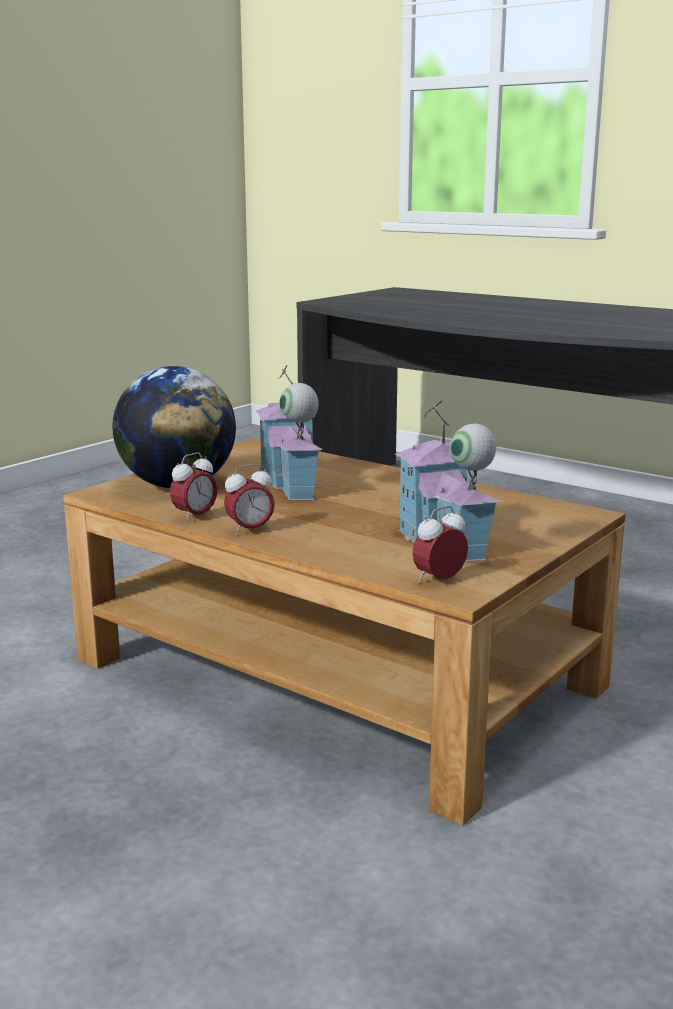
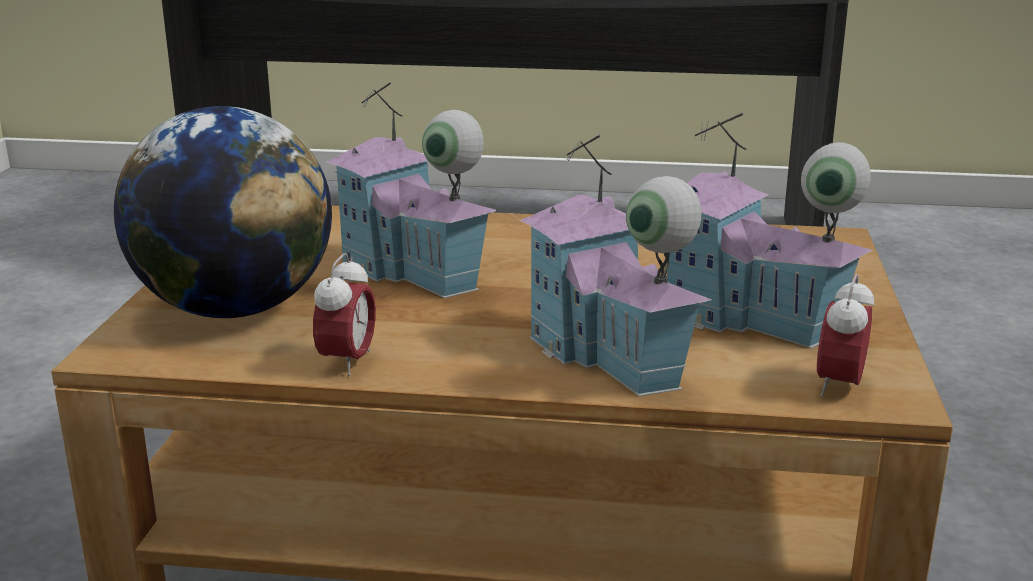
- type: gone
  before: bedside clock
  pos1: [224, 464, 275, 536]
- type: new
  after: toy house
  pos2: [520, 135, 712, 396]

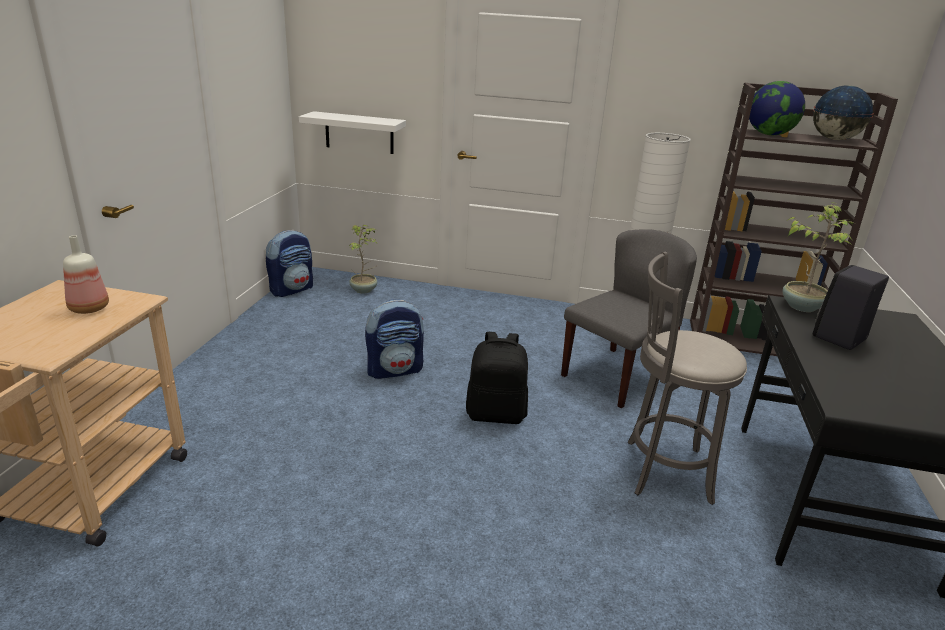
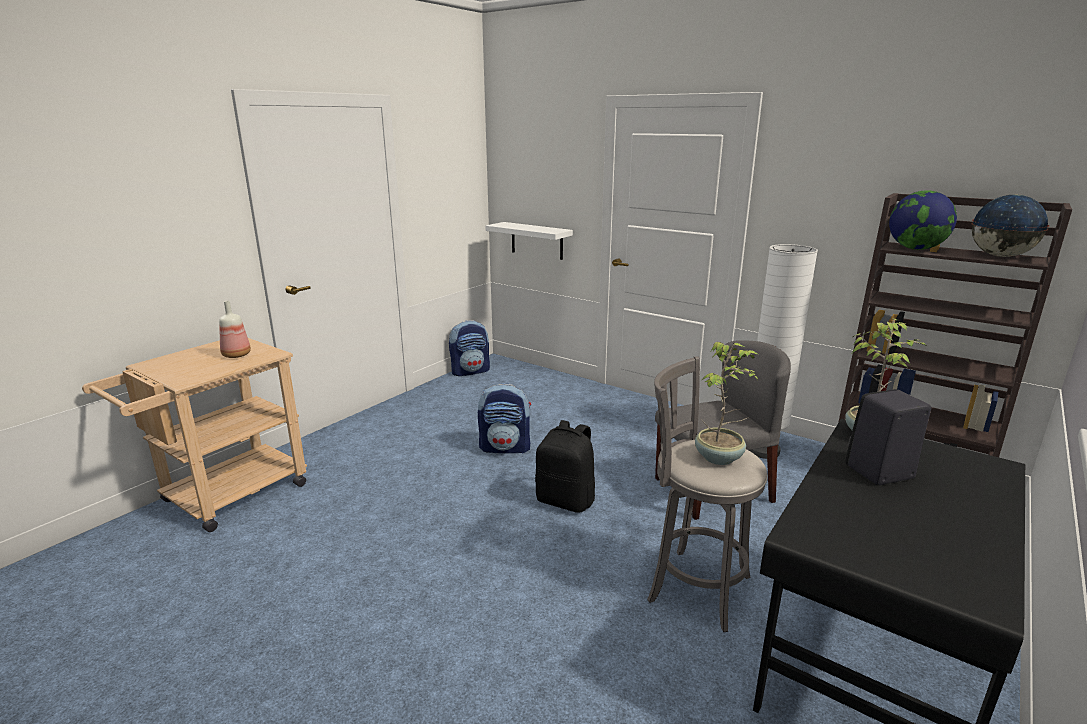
- type: shifted
  before: plant in a pot
  pos1: [348, 225, 377, 294]
  pos2: [695, 342, 760, 465]

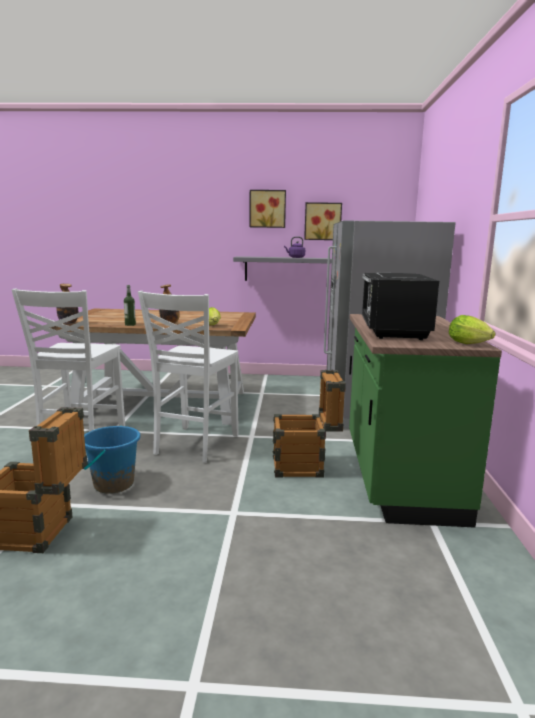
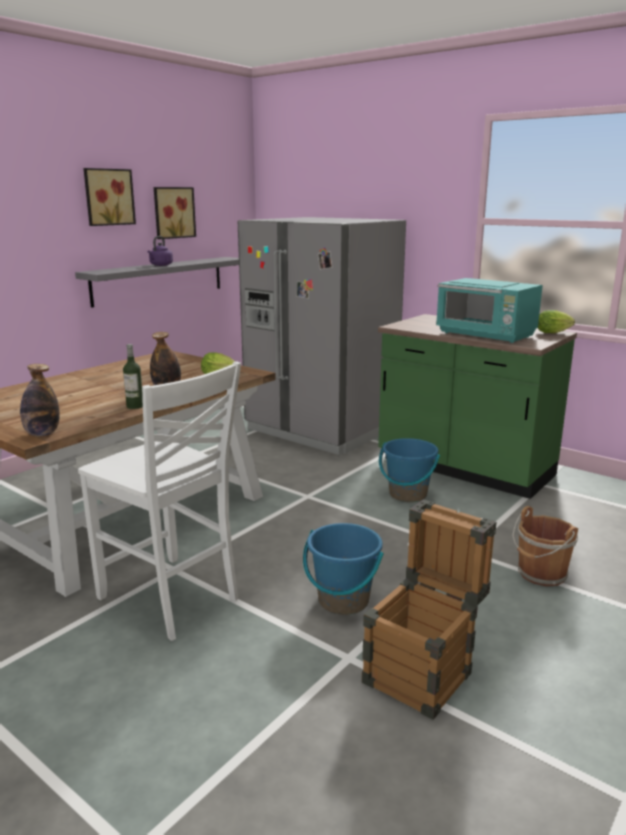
- type: gone
  before: whitish plain chair
  pos1: [138, 291, 239, 463]
- type: new
  after: brown water bucket
  pos2: [512, 506, 578, 586]
- type: swapped
  before: packing crate
  after: blue water bucket
  pos1: [273, 370, 346, 478]
  pos2: [379, 438, 440, 502]
- type: repainted
  before: black-coloured microwave
  after: blue-green microwave
  pos1: [362, 273, 439, 340]
  pos2: [436, 278, 543, 343]

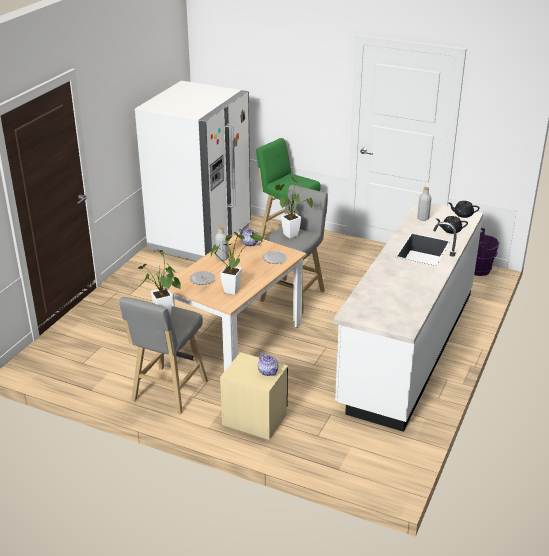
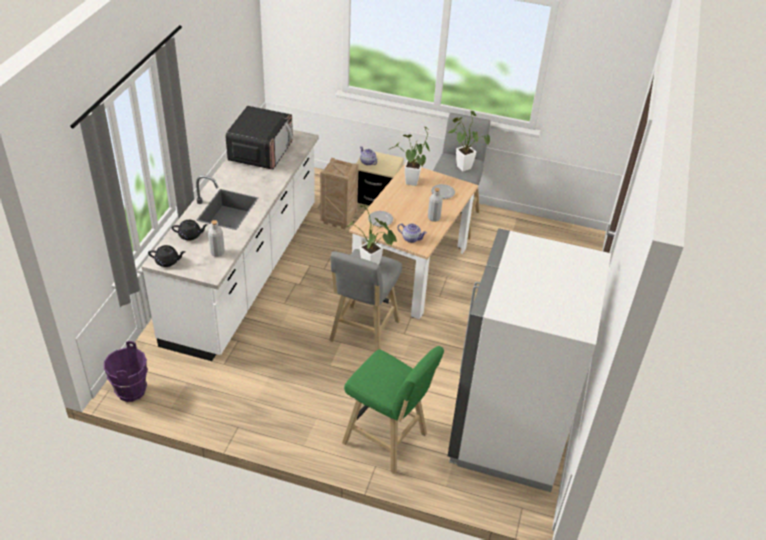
- type: new
  after: microwave
  pos2: [226, 106, 293, 170]
- type: new
  after: packing crate
  pos2: [320, 158, 359, 229]

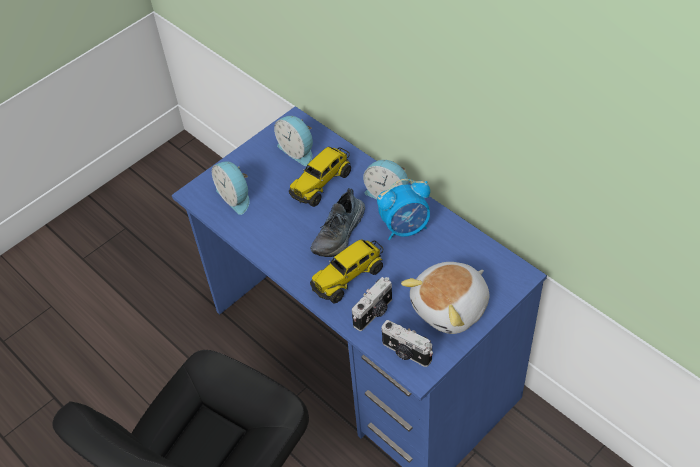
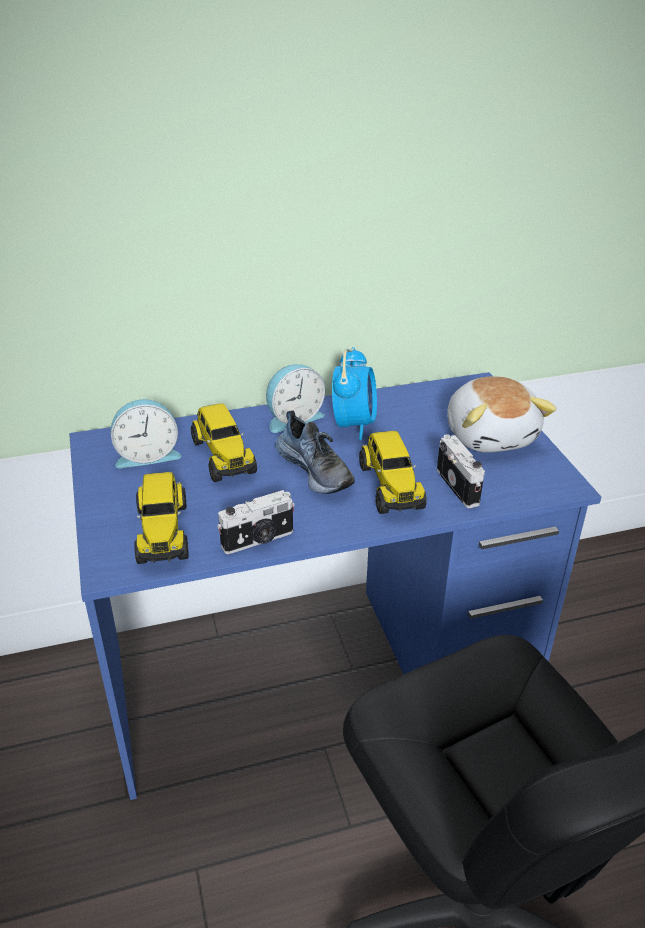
- type: shifted
  before: photo camera
  pos1: [381, 320, 433, 367]
  pos2: [217, 490, 295, 554]
- type: swapped
  before: bedside clock
  after: toy lorry
  pos1: [212, 161, 249, 215]
  pos2: [134, 472, 189, 564]

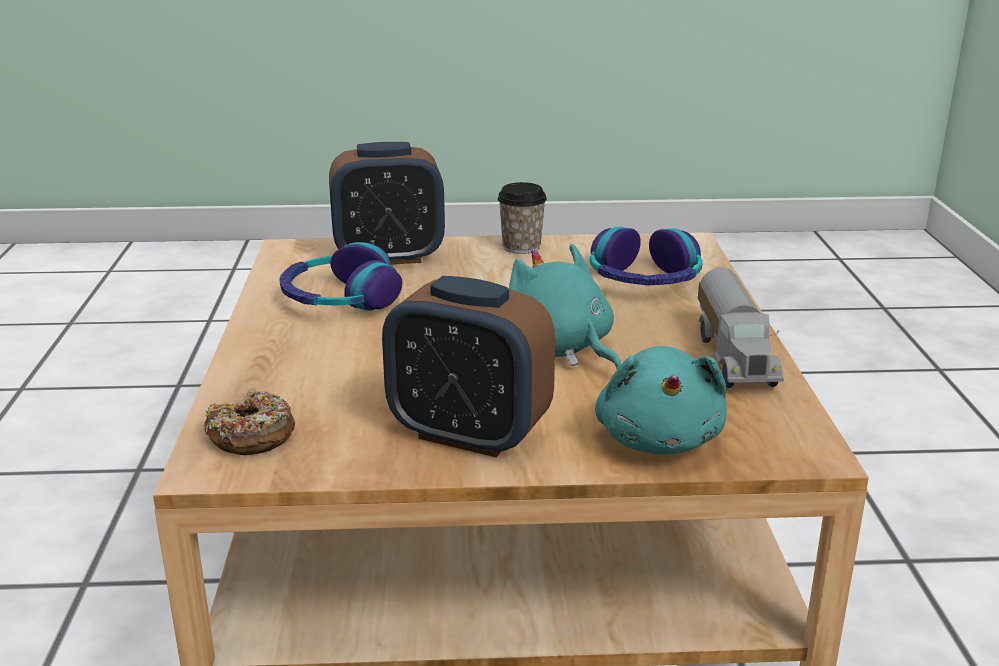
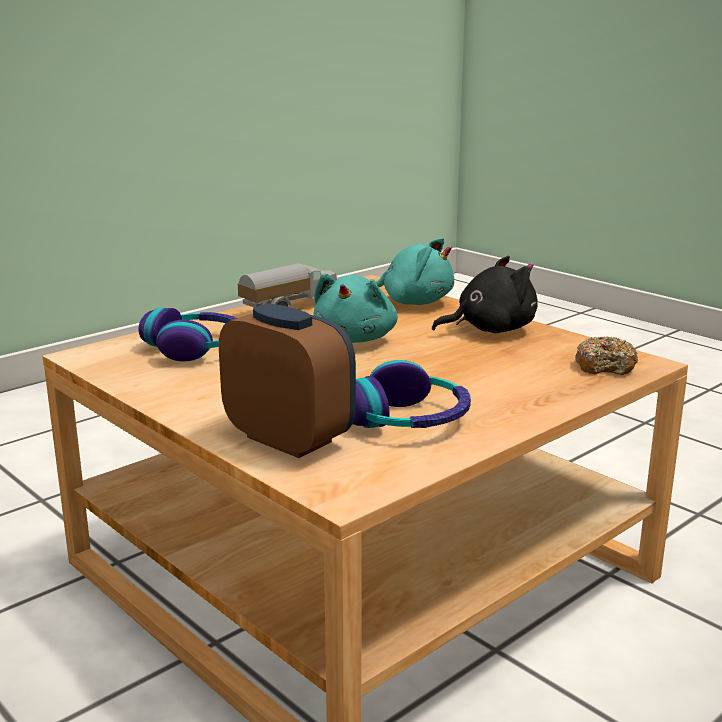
- type: gone
  before: cup
  pos1: [498, 182, 547, 254]
- type: swapped
  before: bedside clock
  after: black-coloured cuddly toy
  pos1: [382, 276, 555, 457]
  pos2: [432, 256, 538, 333]
- type: rotated
  before: blue-green cuddly toy
  pos1: [595, 346, 727, 455]
  pos2: [376, 238, 454, 305]
  turn: 60

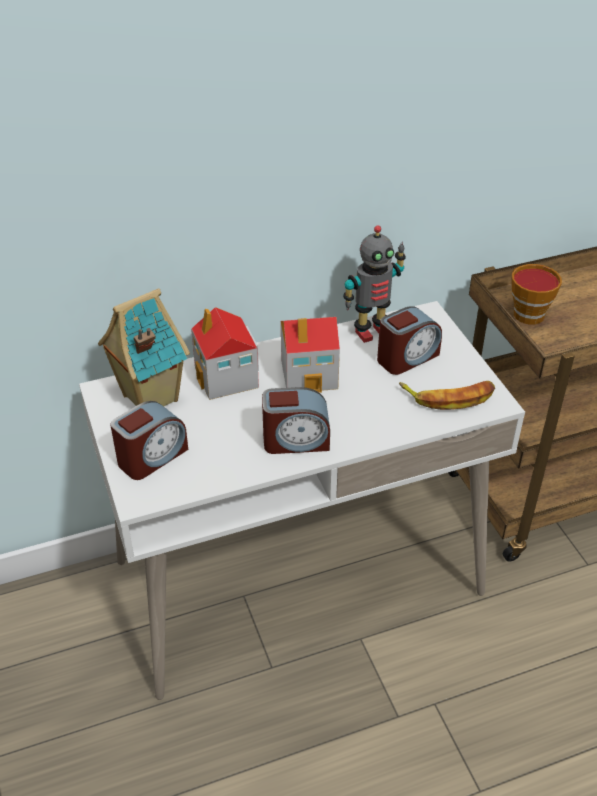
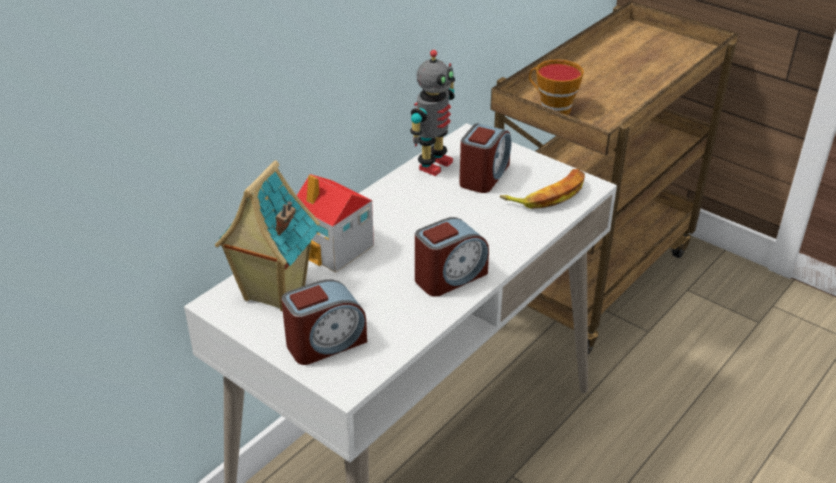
- type: gone
  before: toy house
  pos1: [281, 317, 340, 393]
- type: rotated
  before: bedside clock
  pos1: [111, 401, 188, 480]
  pos2: [281, 279, 367, 365]
  turn: 45

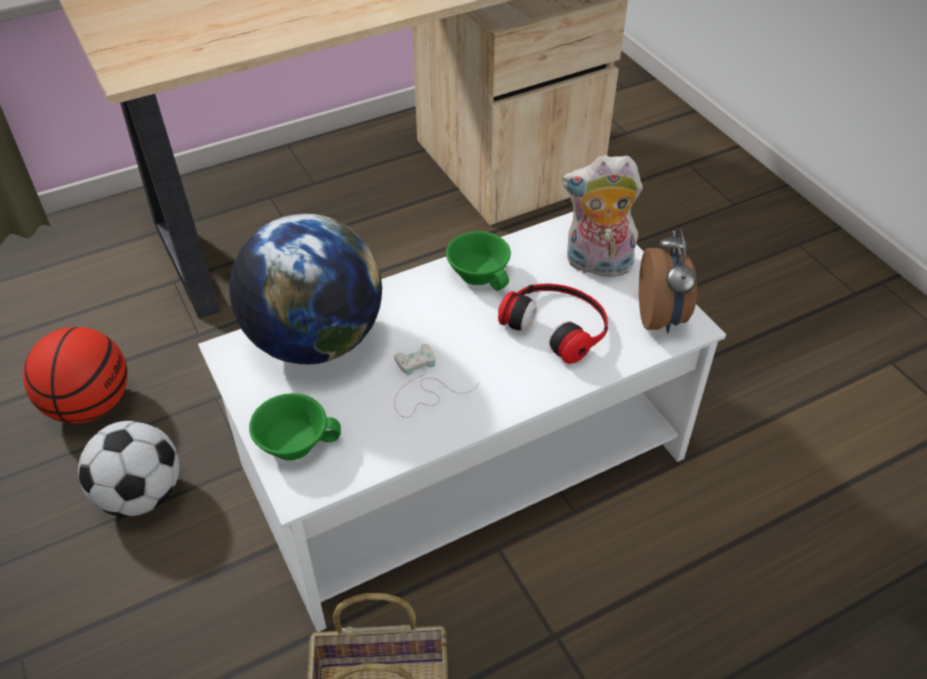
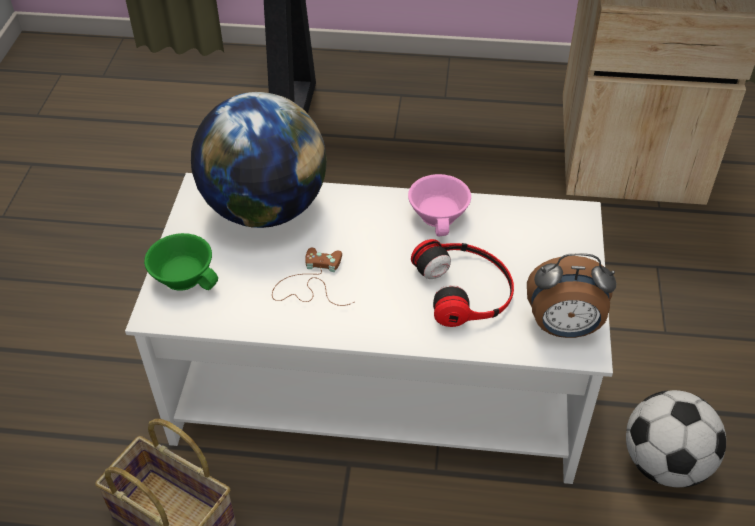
- type: gone
  before: ball for basketball
  pos1: [23, 327, 128, 423]
- type: gone
  before: cuddly toy
  pos1: [562, 155, 643, 277]
- type: shifted
  before: football
  pos1: [78, 420, 179, 517]
  pos2: [626, 390, 726, 487]
- type: repainted
  before: whitish gamepad
  after: brown gamepad
  pos1: [394, 344, 480, 418]
  pos2: [272, 248, 354, 306]
- type: repainted
  before: green-coloured cup
  after: pink-coloured cup
  pos1: [446, 231, 511, 291]
  pos2: [408, 174, 471, 236]
- type: rotated
  before: bedside clock
  pos1: [639, 229, 697, 333]
  pos2: [527, 253, 616, 338]
  turn: 60

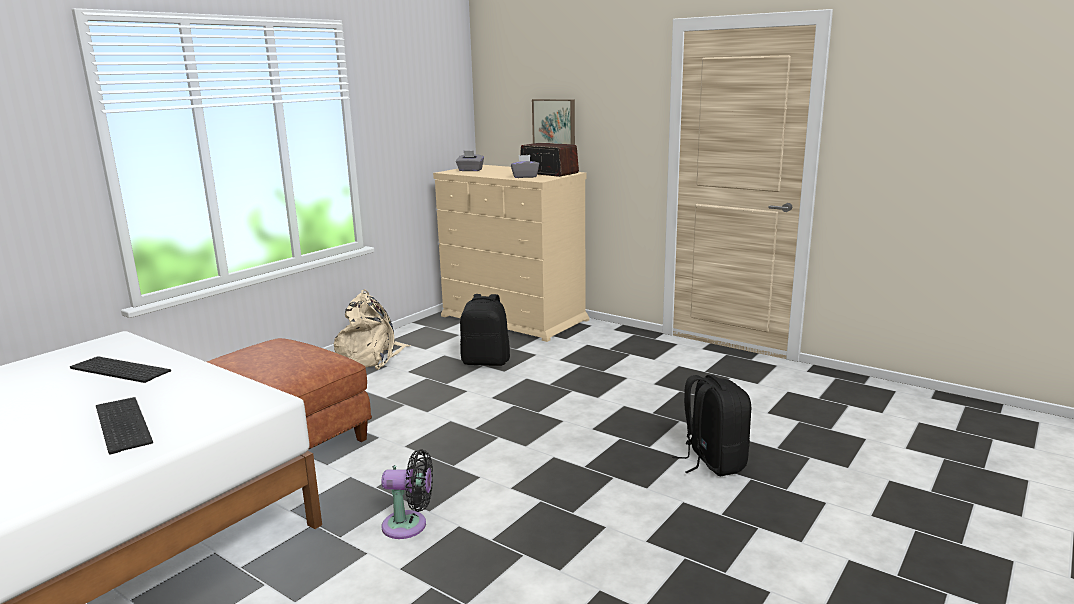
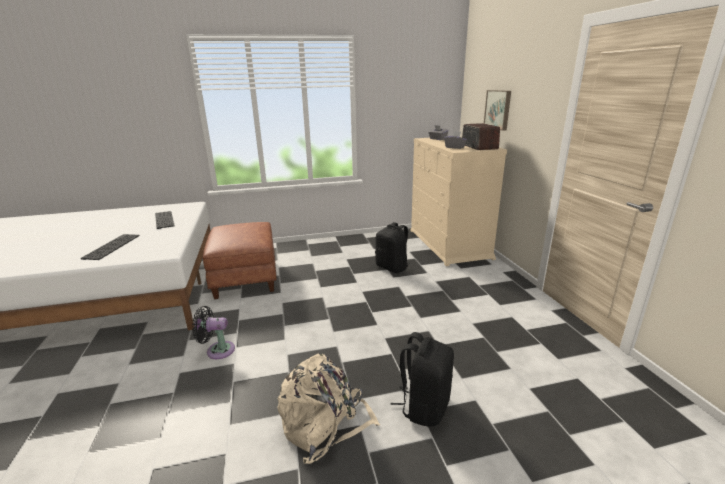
- type: shifted
  before: beige knapsack
  pos1: [334, 289, 411, 370]
  pos2: [277, 353, 380, 464]
- type: rotated
  before: black-coloured electric fan
  pos1: [382, 449, 433, 539]
  pos2: [192, 306, 235, 359]
  turn: 135

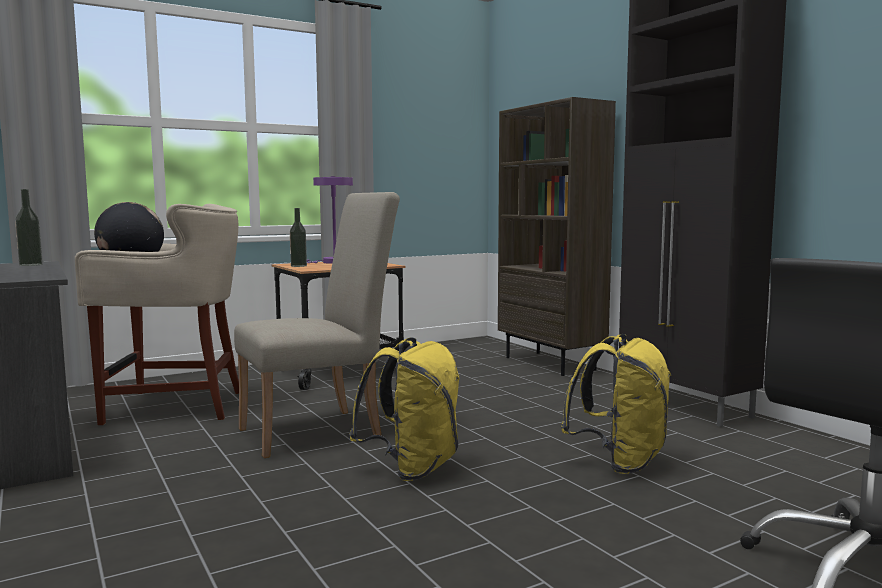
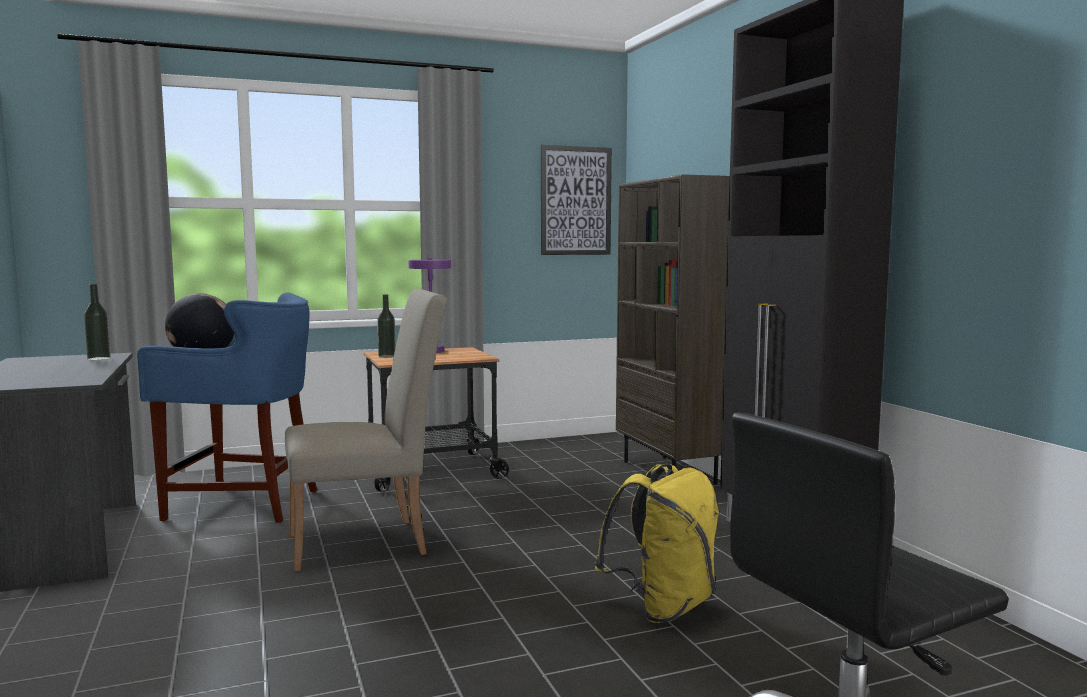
- type: gone
  before: yellowish knapsack
  pos1: [349, 337, 460, 481]
- type: new
  after: wall picture
  pos2: [541, 145, 612, 255]
- type: repainted
  before: beige stool seat
  after: blue stool seat
  pos1: [75, 204, 239, 425]
  pos2: [137, 292, 317, 523]

